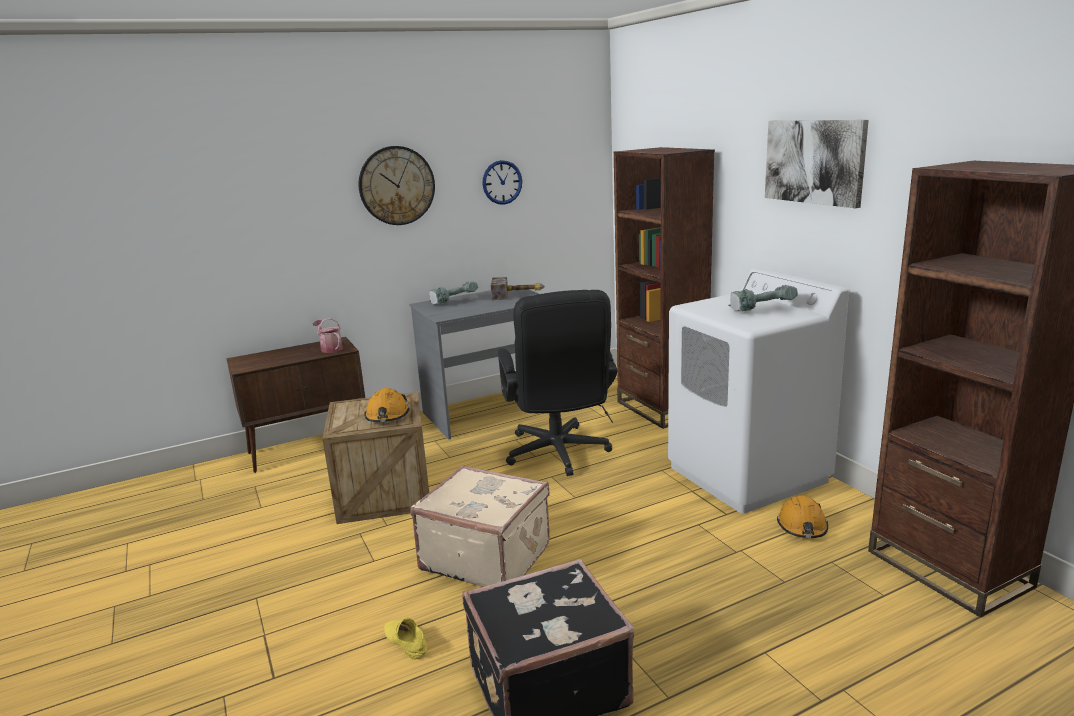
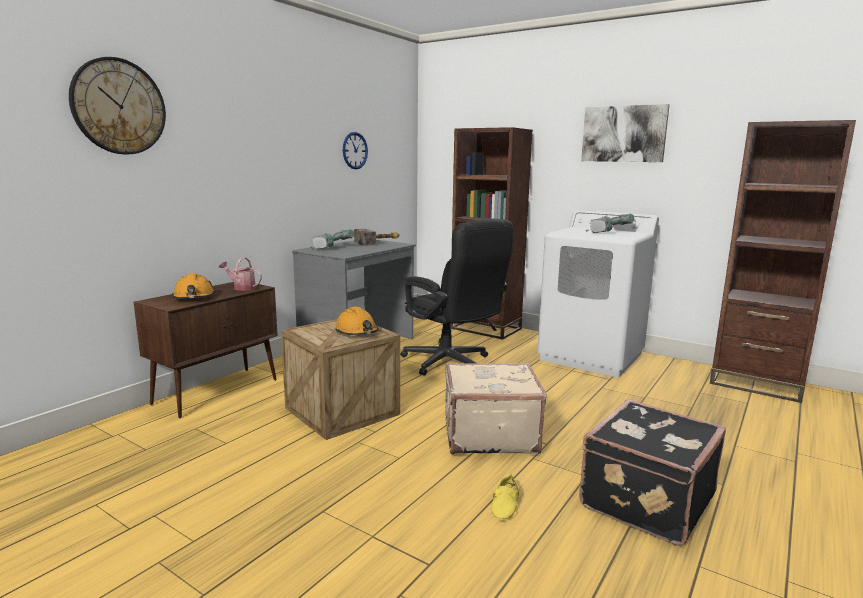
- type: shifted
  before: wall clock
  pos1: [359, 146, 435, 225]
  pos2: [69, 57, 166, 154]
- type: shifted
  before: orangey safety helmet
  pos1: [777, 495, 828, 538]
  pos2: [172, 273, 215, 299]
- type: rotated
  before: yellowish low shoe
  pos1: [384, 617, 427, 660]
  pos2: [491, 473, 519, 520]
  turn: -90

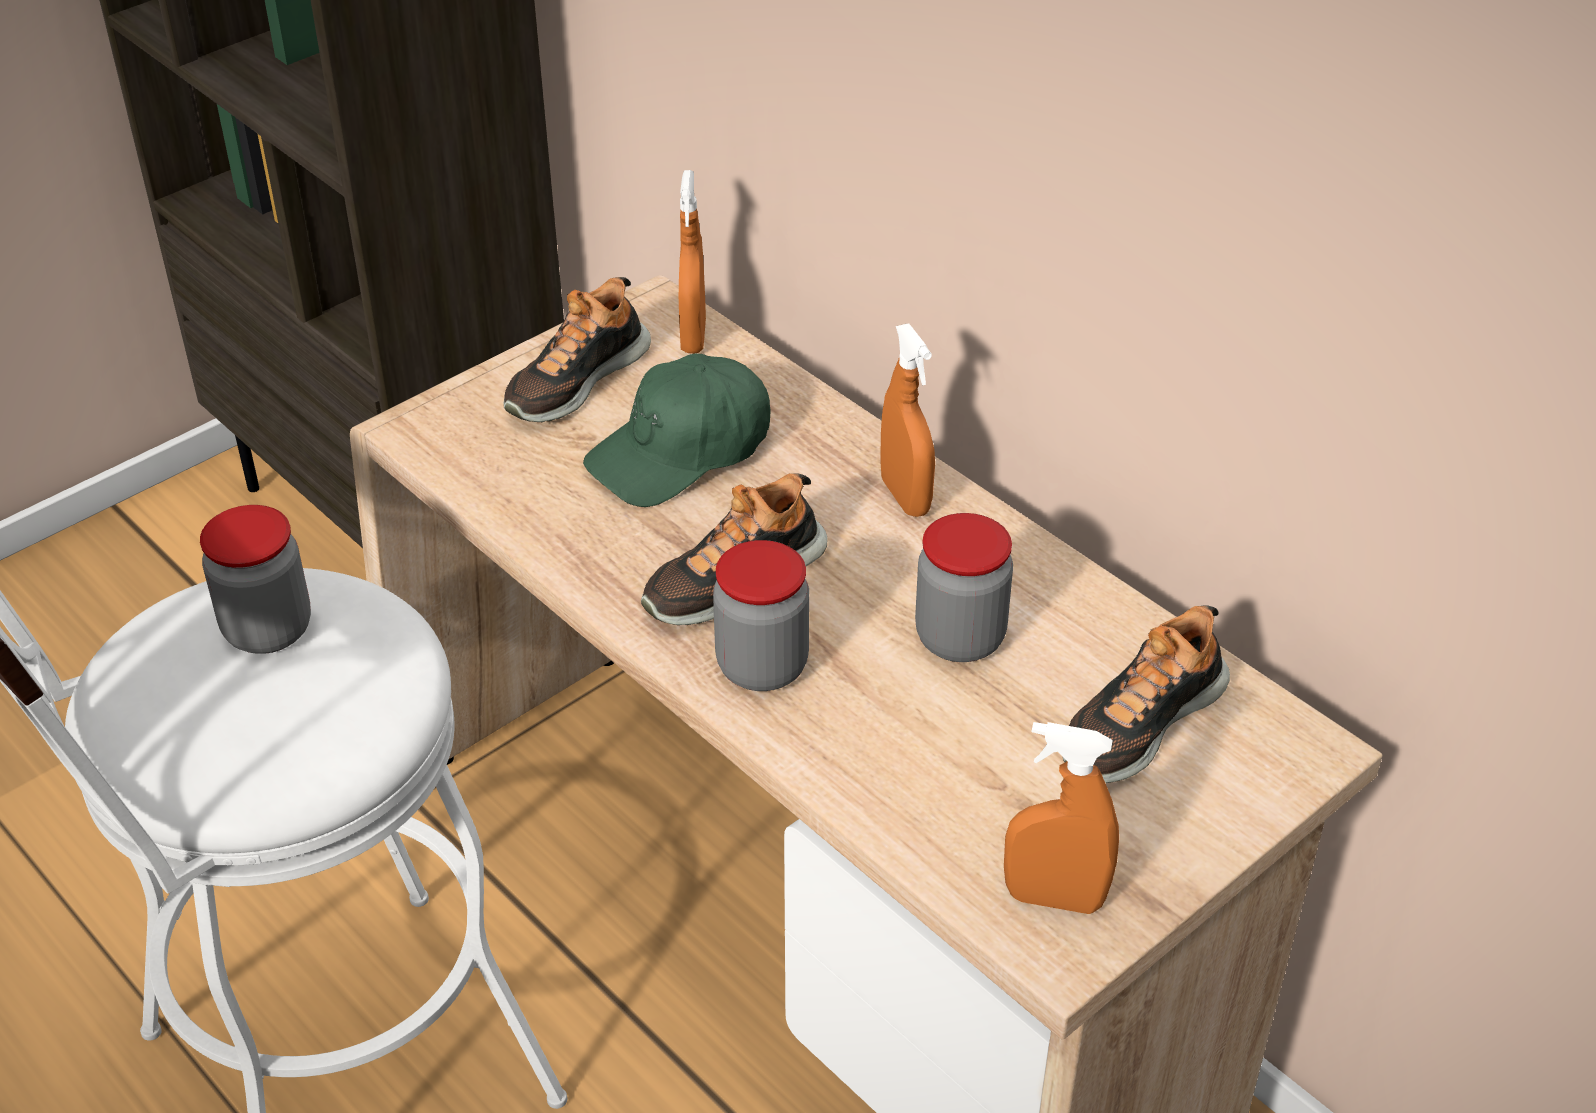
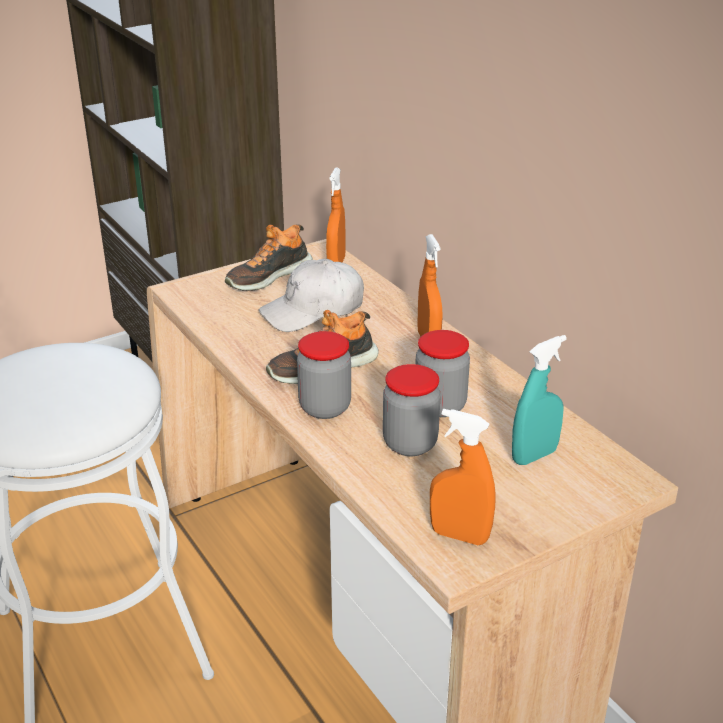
- type: shifted
  before: jar
  pos1: [200, 505, 311, 654]
  pos2: [383, 364, 441, 456]
- type: swapped
  before: low shoe
  after: blue-green spray bottle
  pos1: [1062, 605, 1230, 783]
  pos2: [512, 335, 567, 465]
- type: repainted
  before: green-coloured baseball cap
  after: whitish baseball cap
  pos1: [583, 354, 771, 507]
  pos2: [259, 259, 364, 332]

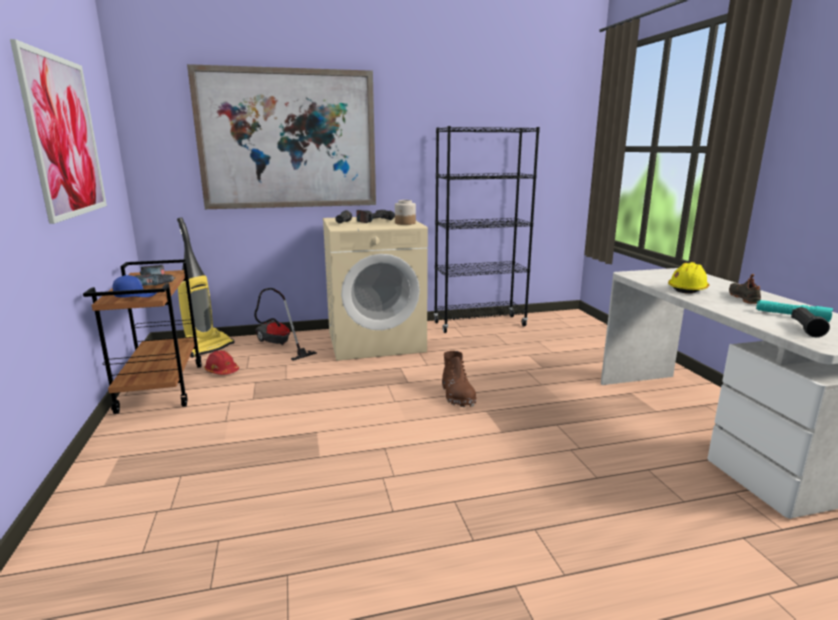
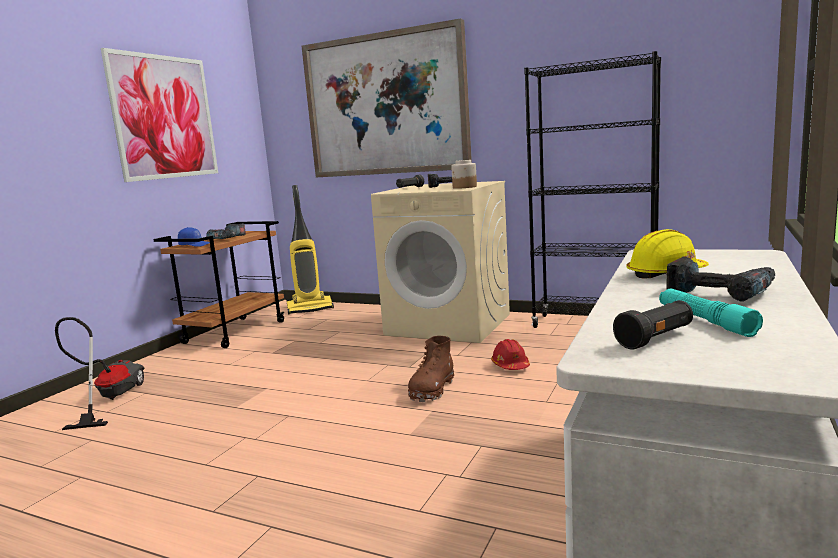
- type: shifted
  before: reddish safety helmet
  pos1: [204, 350, 239, 375]
  pos2: [491, 339, 530, 370]
- type: shifted
  before: vacuum cleaner
  pos1: [254, 288, 317, 361]
  pos2: [55, 317, 144, 430]
- type: swapped
  before: black-coloured low shoe
  after: drill
  pos1: [729, 274, 761, 304]
  pos2: [667, 257, 775, 302]

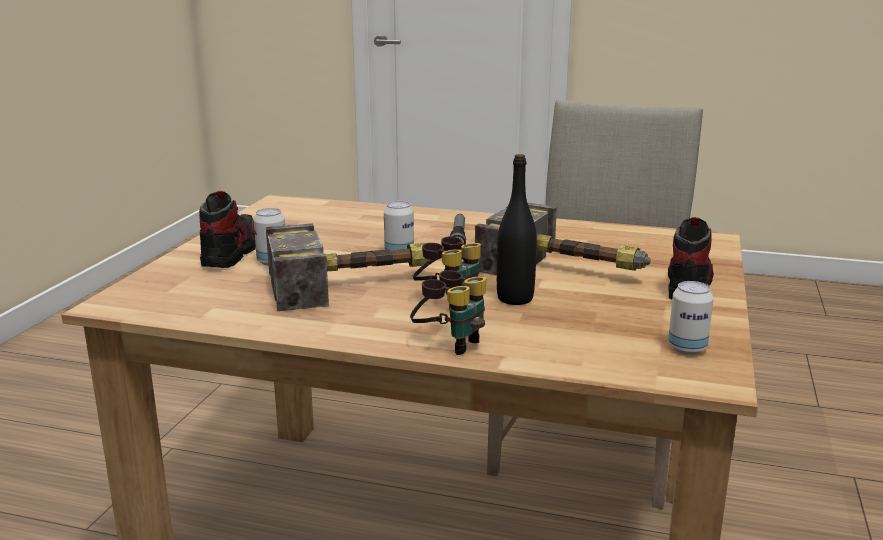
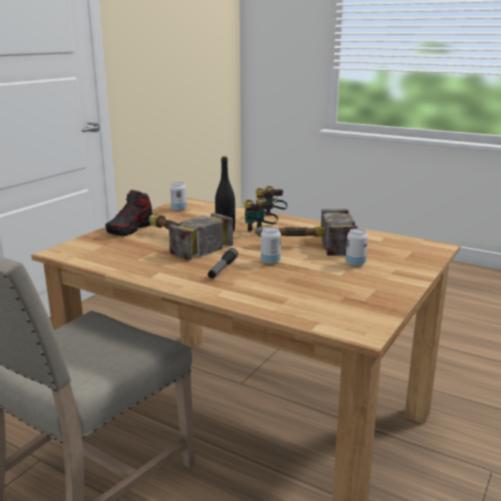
- type: gone
  before: low shoe
  pos1: [199, 191, 256, 268]

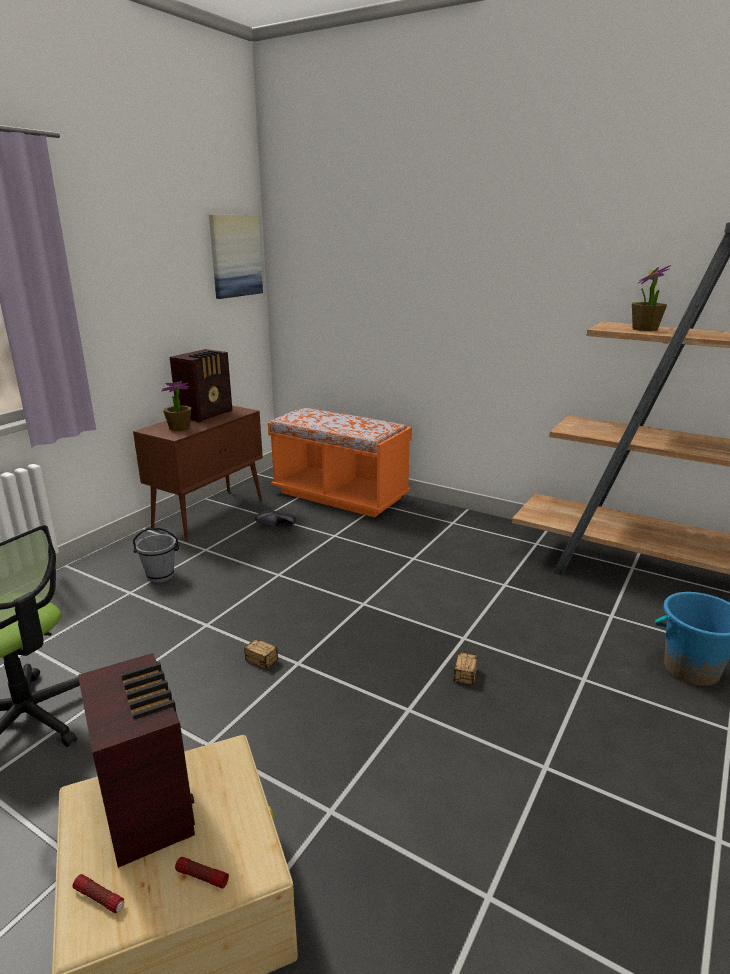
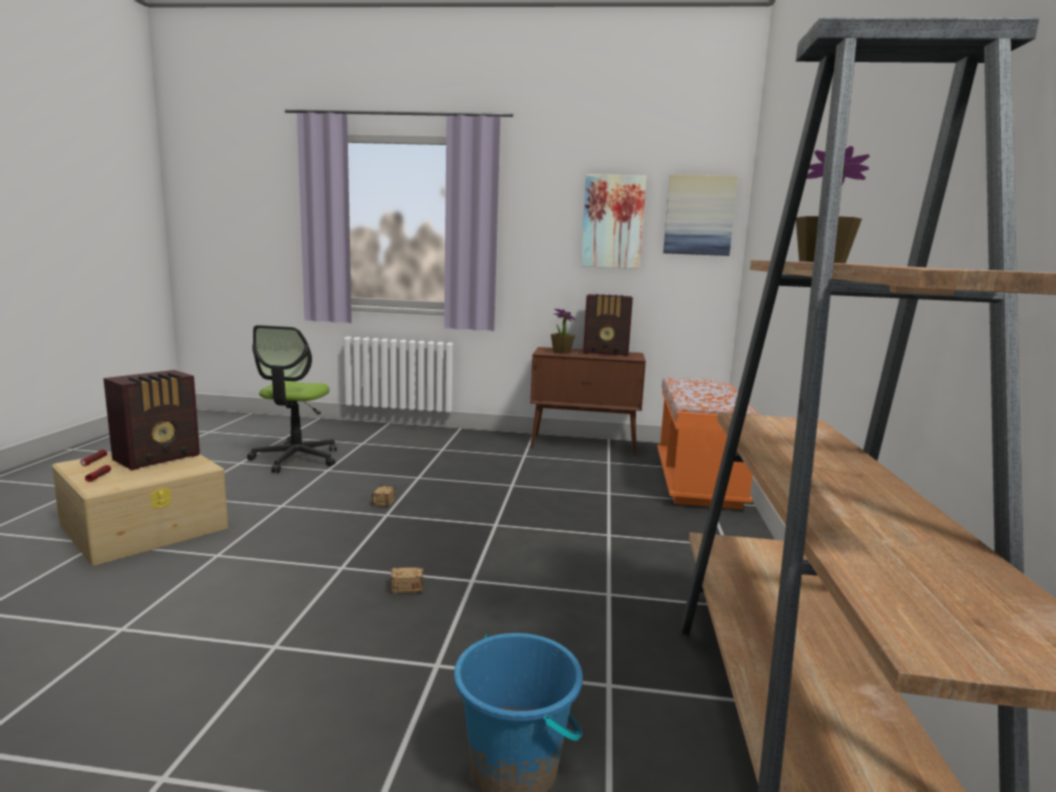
- type: gone
  before: grey water bucket
  pos1: [133, 528, 179, 583]
- type: gone
  before: black-coloured low shoe
  pos1: [255, 510, 296, 527]
- type: new
  after: wall picture
  pos2: [581, 174, 647, 269]

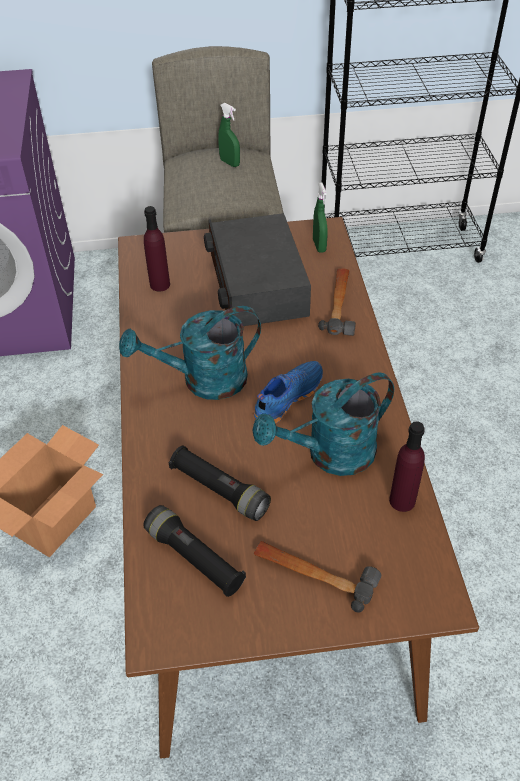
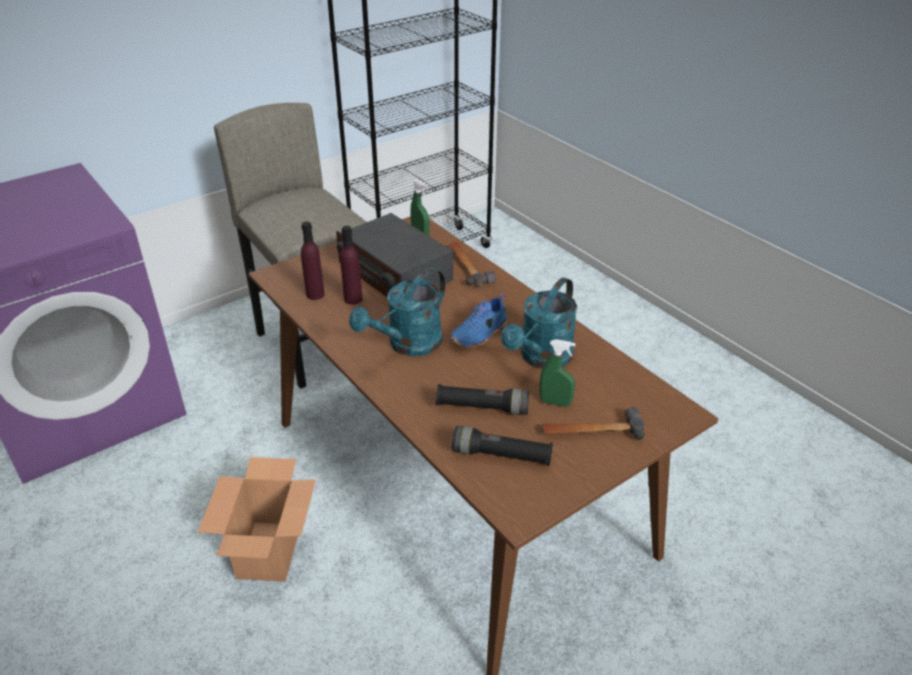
- type: shifted
  before: green-coloured spray bottle
  pos1: [218, 103, 240, 167]
  pos2: [539, 339, 575, 407]
- type: shifted
  before: purplish beverage bottle
  pos1: [389, 421, 425, 512]
  pos2: [340, 226, 362, 305]
- type: rotated
  before: blue low shoe
  pos1: [254, 361, 323, 424]
  pos2: [450, 293, 507, 348]
  turn: -150

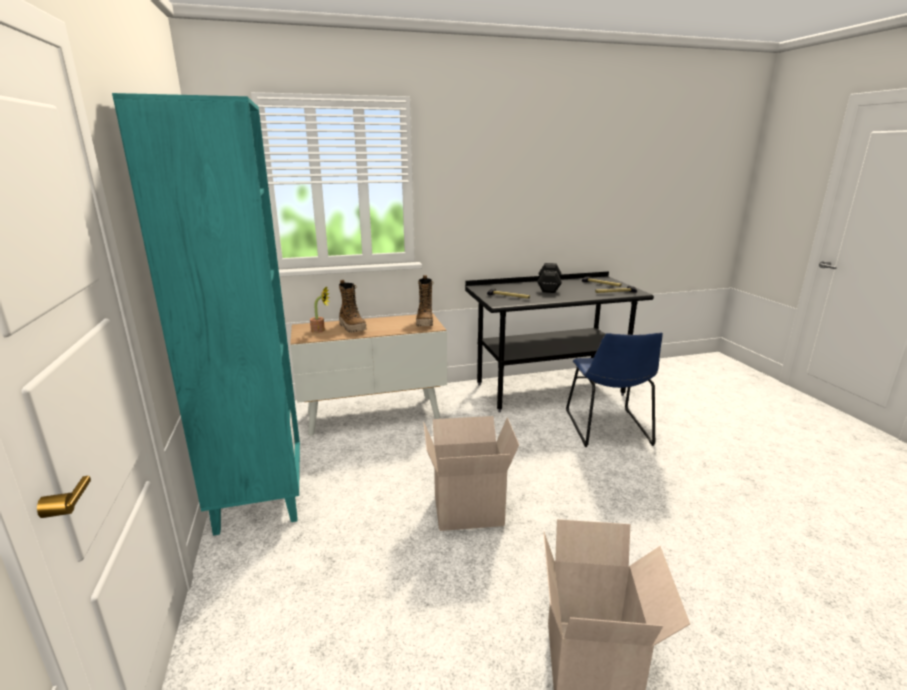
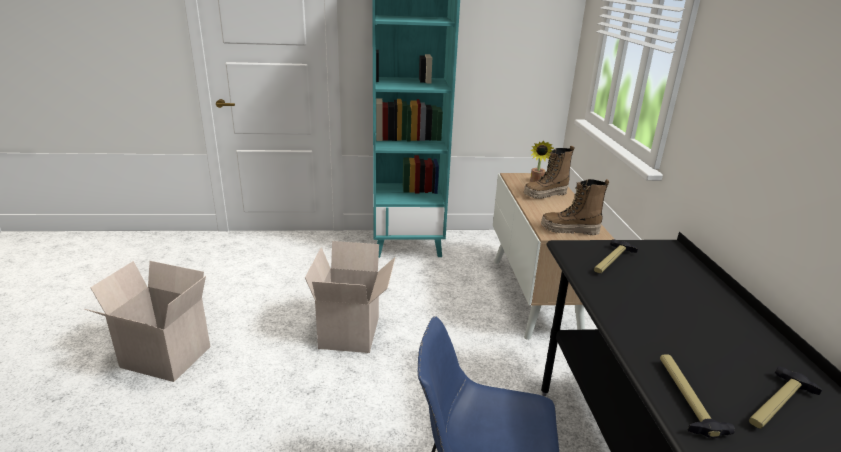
- type: gone
  before: black-coloured hand weight
  pos1: [537, 263, 562, 293]

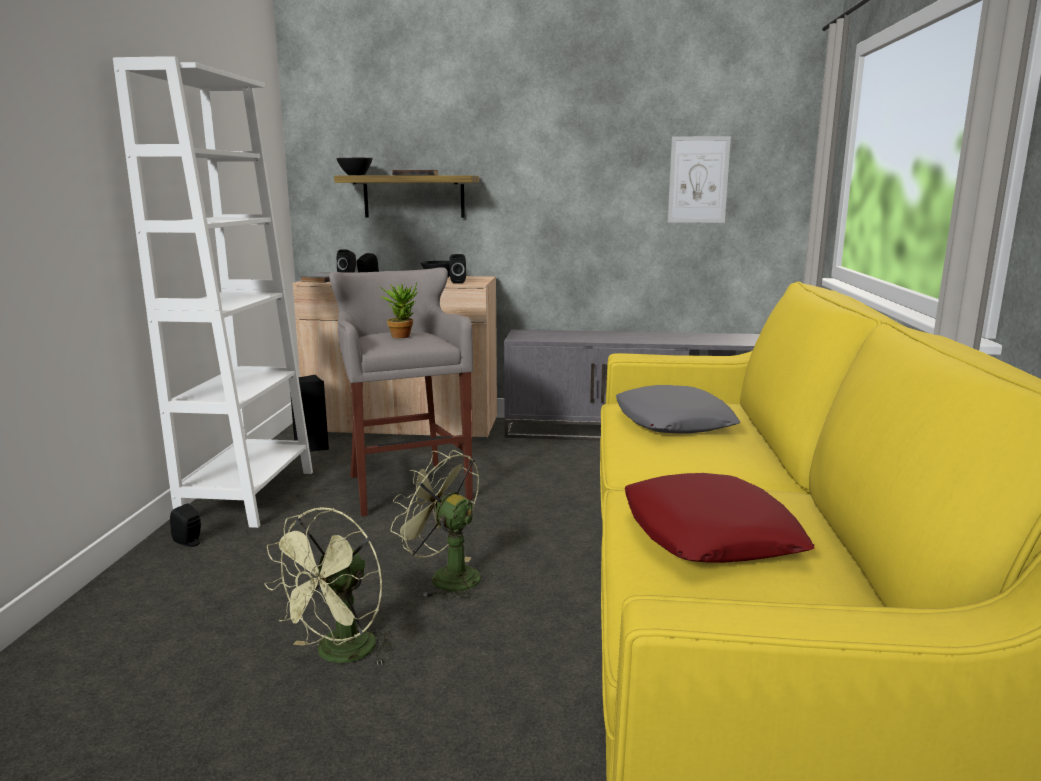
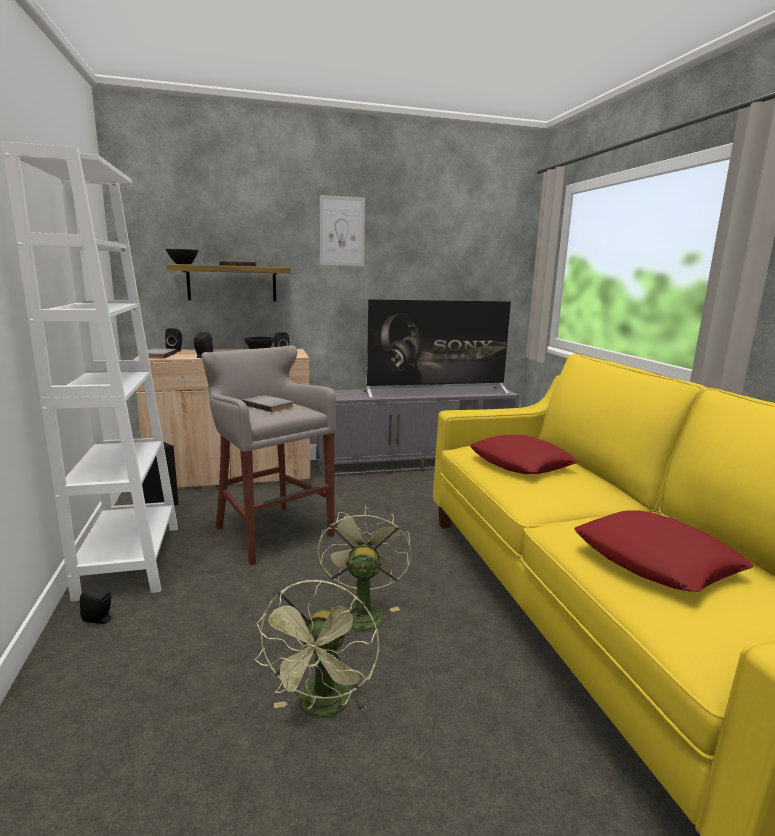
- type: new
  after: TV set
  pos2: [363, 299, 511, 398]
- type: shifted
  before: wall picture
  pos1: [668, 136, 731, 223]
  pos2: [320, 195, 365, 266]
- type: swapped
  before: plant in a pot
  after: grey volume
  pos1: [380, 283, 418, 338]
  pos2: [242, 395, 293, 412]
- type: repainted
  before: grey pillow
  after: reddish pillow
  pos1: [616, 385, 740, 434]
  pos2: [470, 435, 578, 474]
- type: rotated
  before: green-coloured electric fan
  pos1: [390, 450, 481, 601]
  pos2: [318, 506, 412, 639]
  turn: 75

